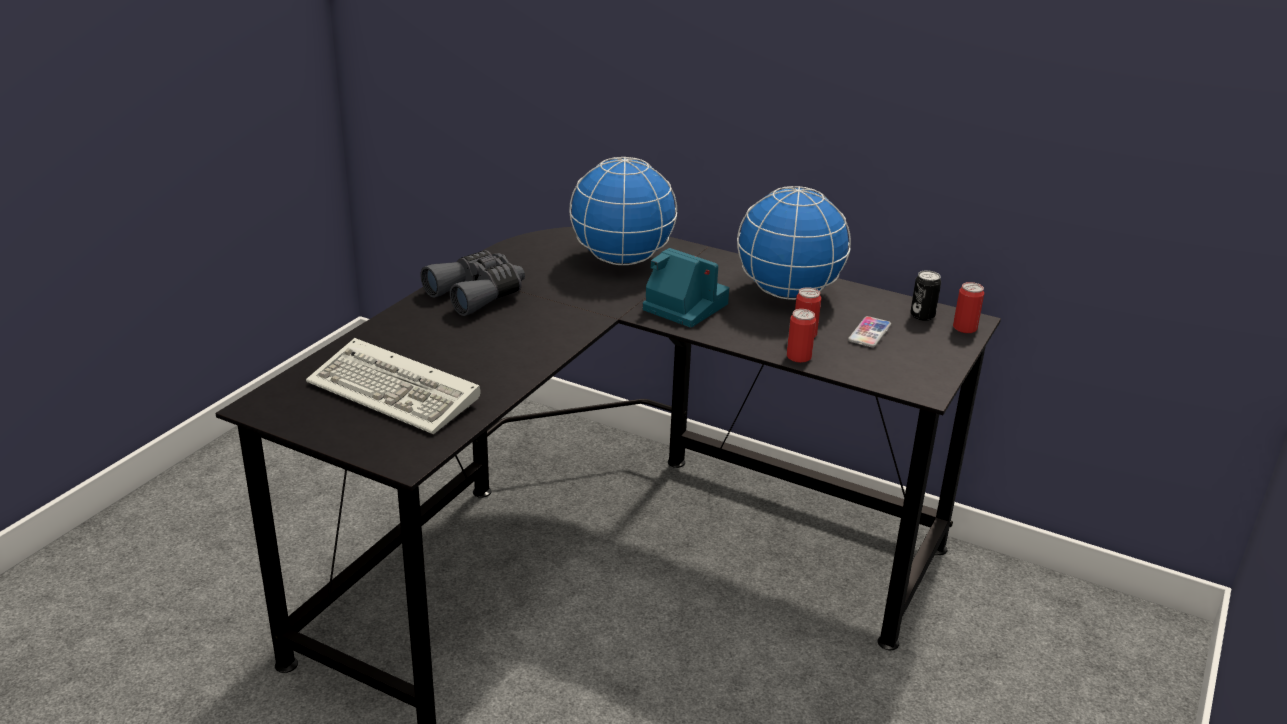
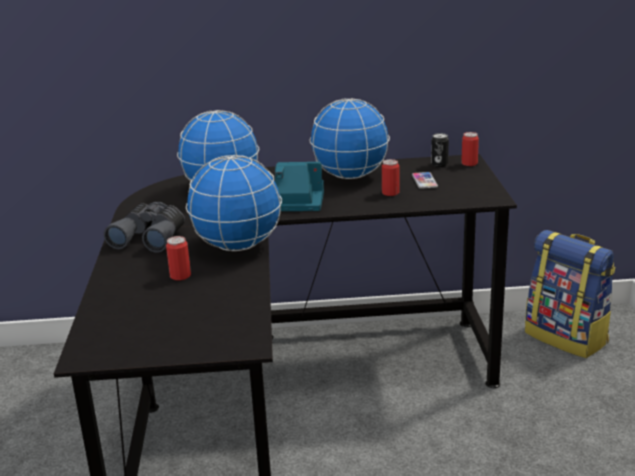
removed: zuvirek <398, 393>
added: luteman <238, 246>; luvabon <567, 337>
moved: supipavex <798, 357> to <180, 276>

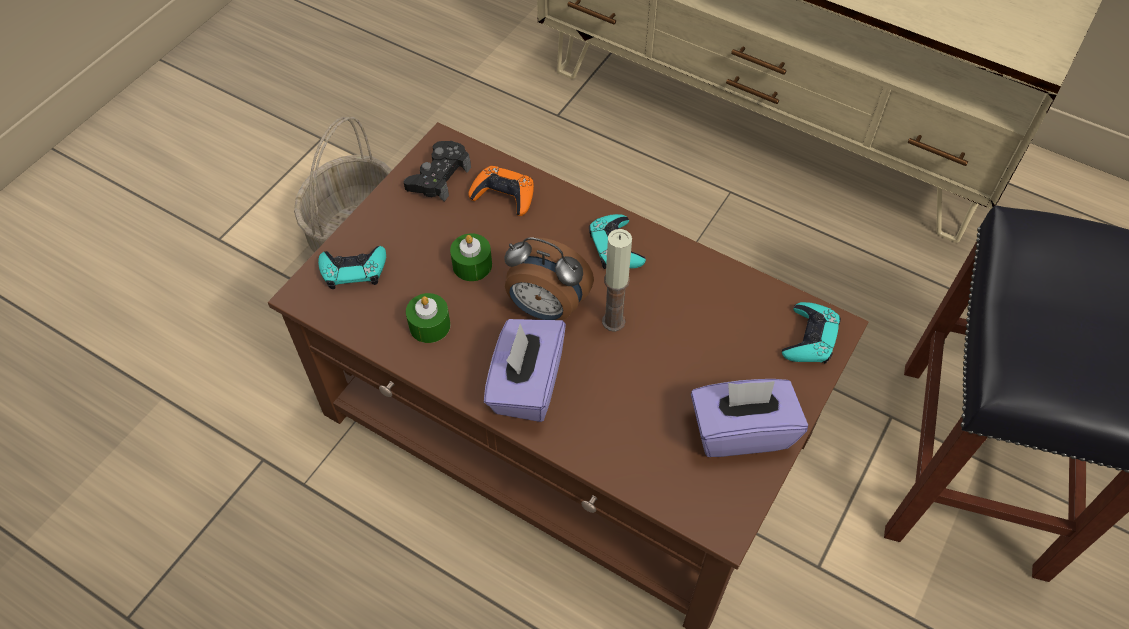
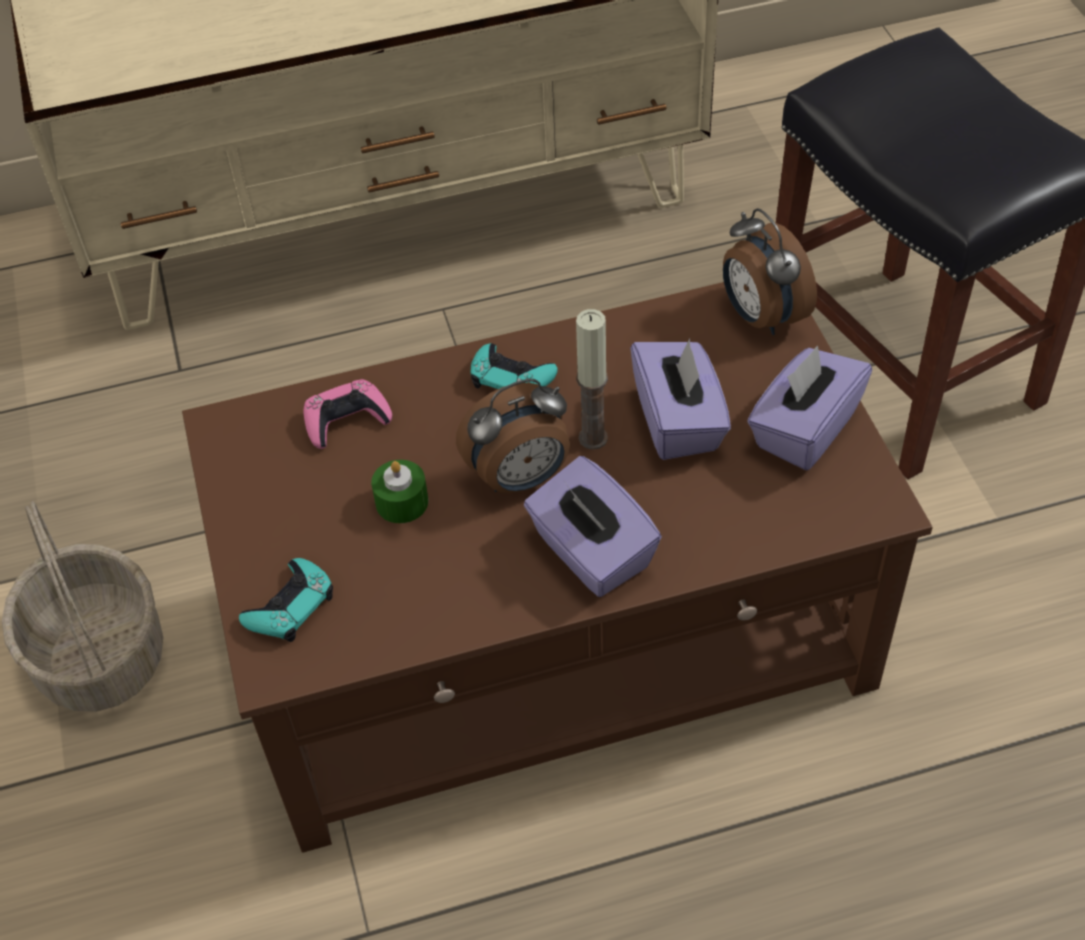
removed: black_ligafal <439, 176>; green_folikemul <429, 325>
added: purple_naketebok <678, 421>
replaced: turquoise_ligafal <809, 338> to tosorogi <761, 316>
recoloured: orange_ligafal <504, 195> to pink_ligafal <346, 420>

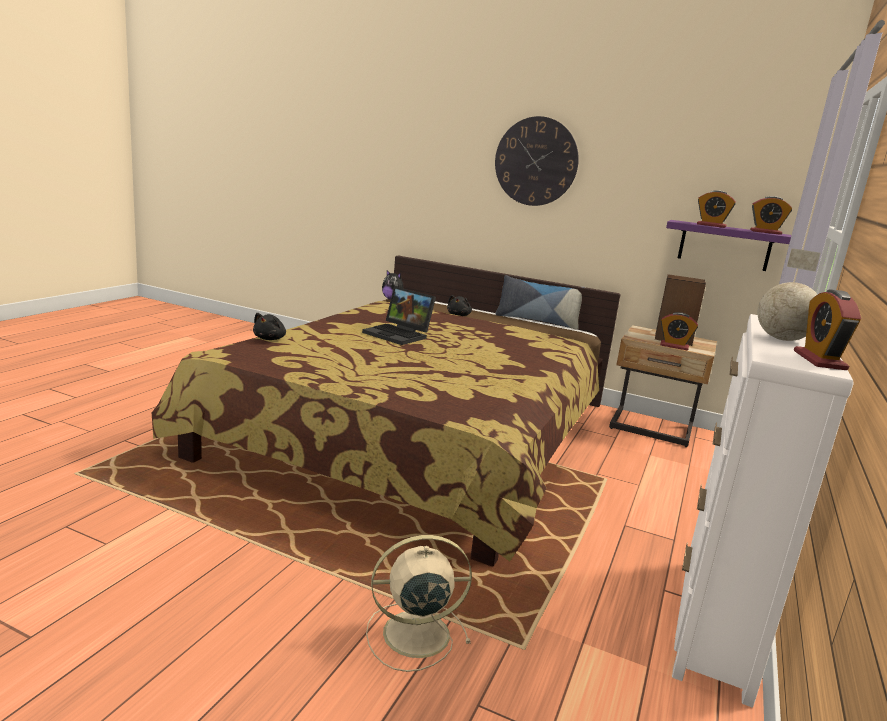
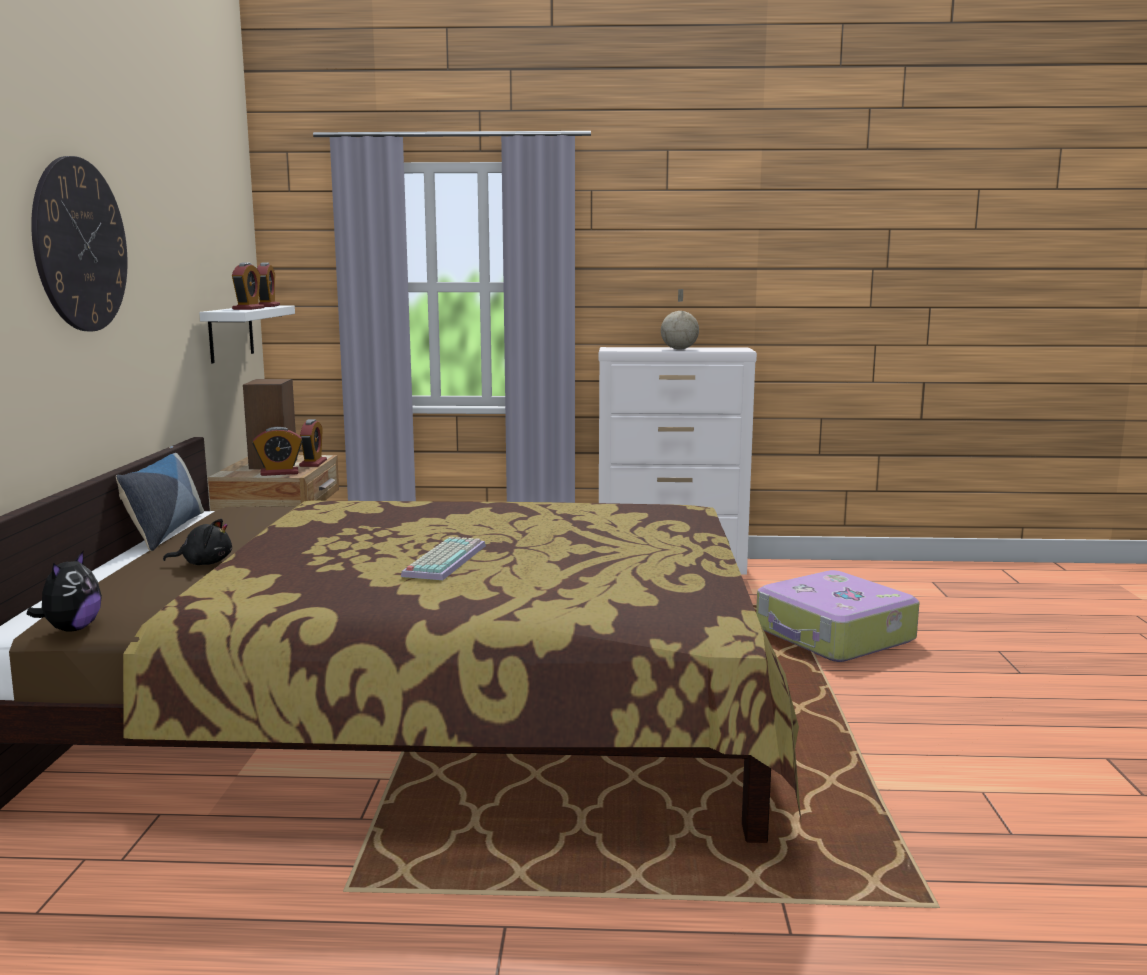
removed: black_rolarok <270, 339>
moved: tosorogi <819, 360> to <279, 473>
replaced: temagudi <399, 335> to zuvirek <443, 560>; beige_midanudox <413, 634> to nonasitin <834, 635>
recoloured: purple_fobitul <724, 245> to white_fobitul <231, 333>

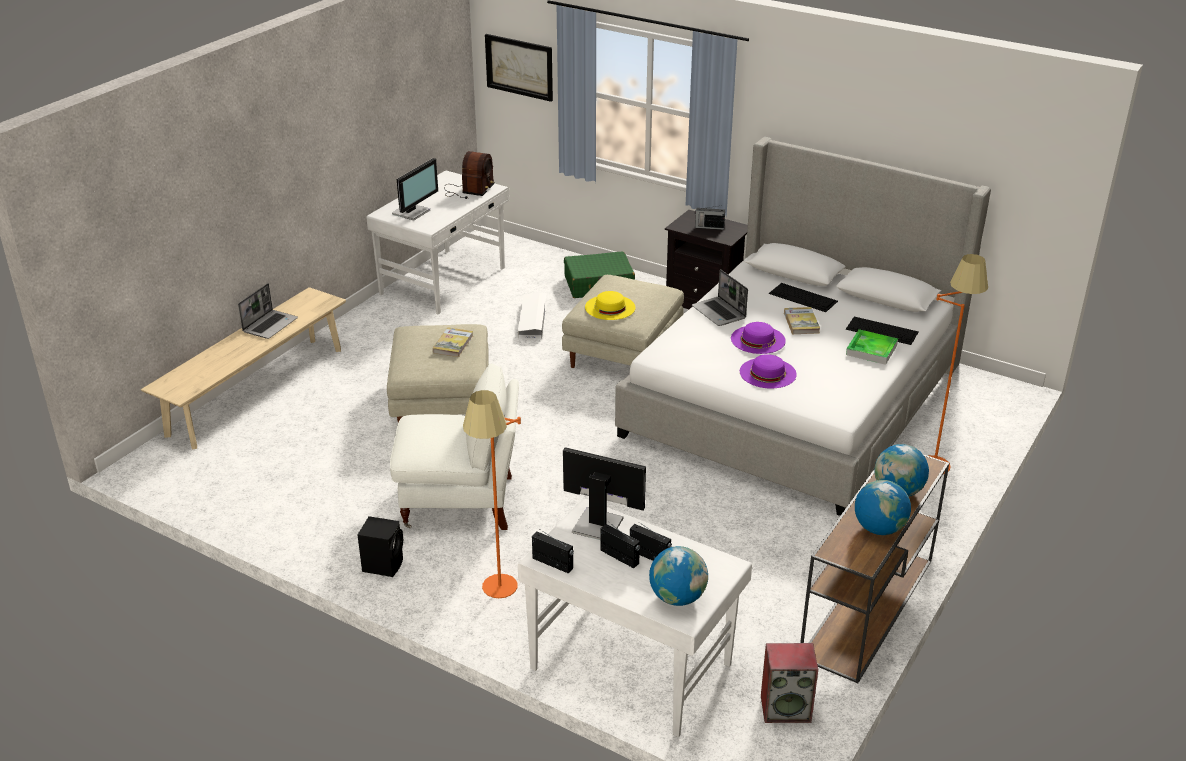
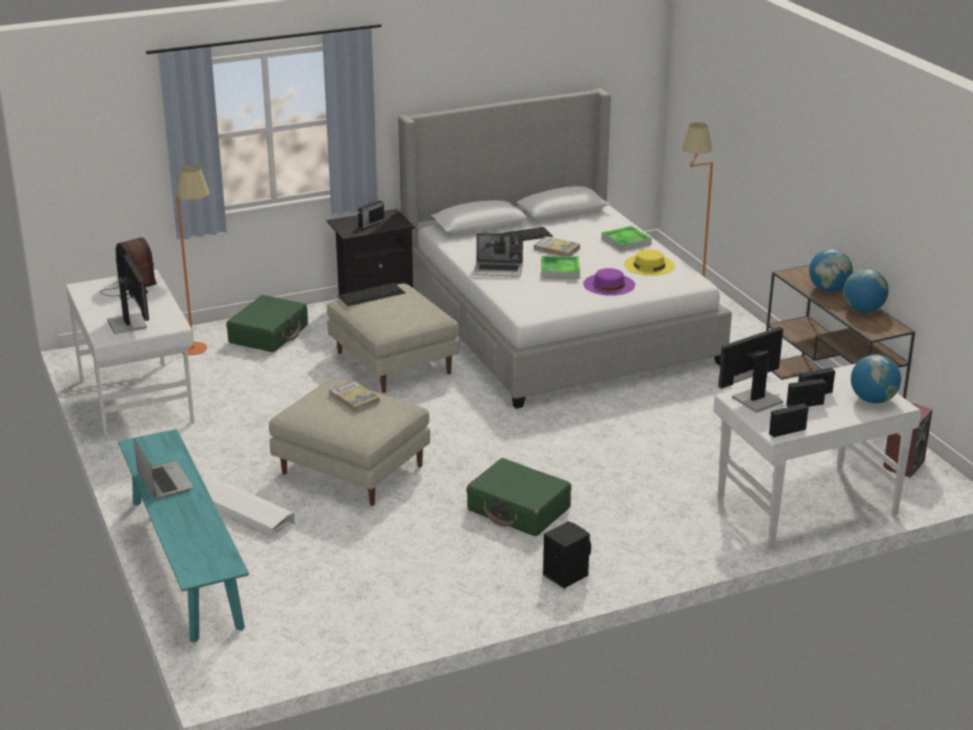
removed: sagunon <519, 67>
moved: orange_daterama <498, 597> to <202, 352>; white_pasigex <532, 320> to <249, 515>; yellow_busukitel <610, 307> to <649, 265>; zuvirek <882, 330> to <371, 294>
replaced: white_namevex <460, 502> to green_nonasitin <519, 509>; purple_busukitel <758, 339> to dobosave <560, 270>
recoloured: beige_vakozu <257, 391> to turquoise_vakozu <185, 562>

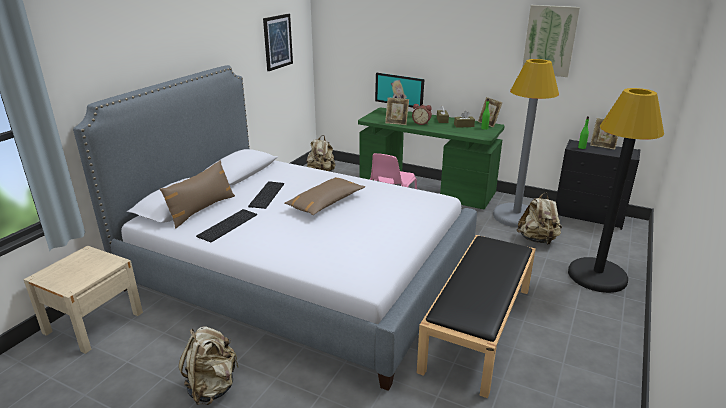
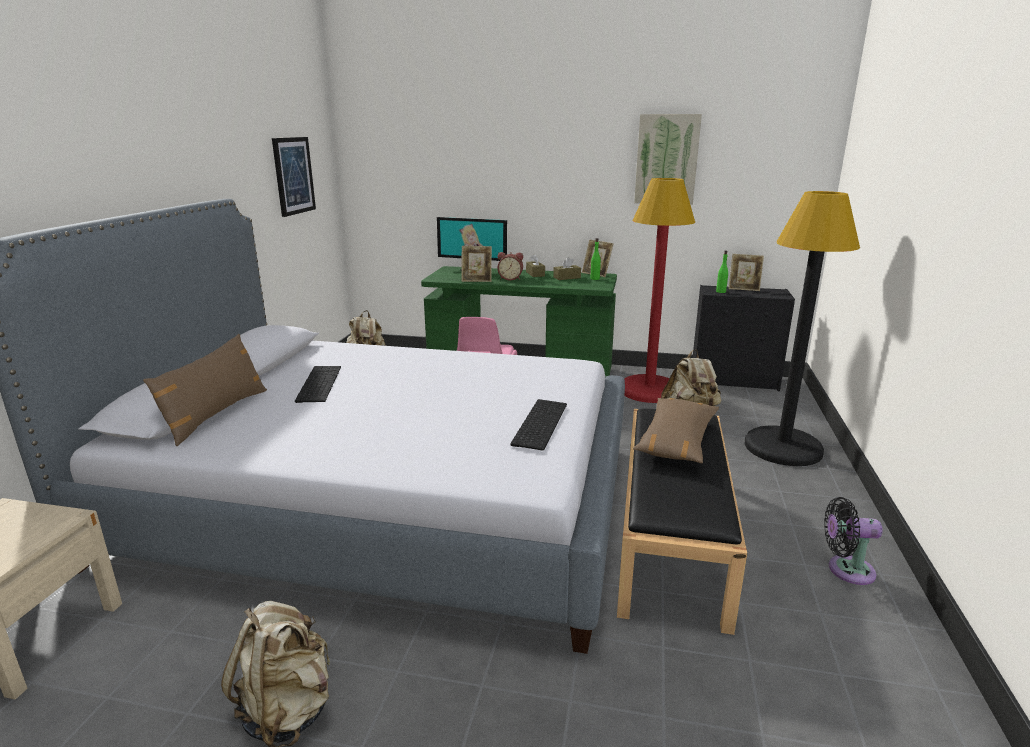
added: black_midanudox <846, 570>
moved: zuvirek <227, 225> to <538, 423>; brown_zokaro <325, 203> to <676, 440>
recoloured: grey_daterama <516, 216> to red_daterama <649, 390>

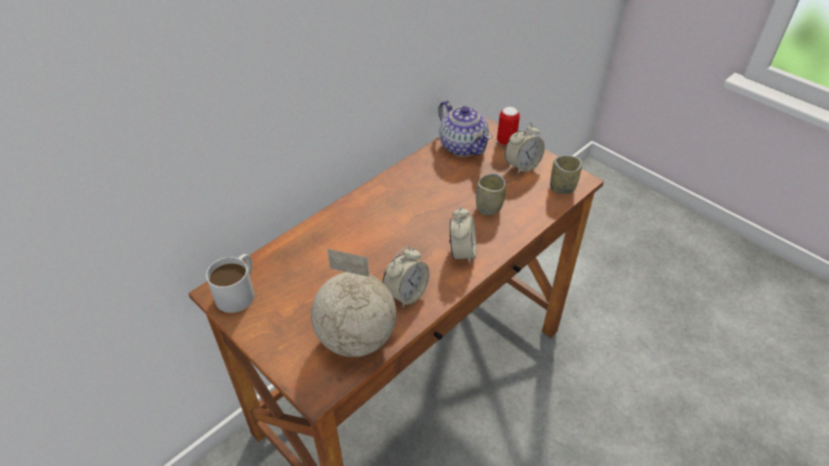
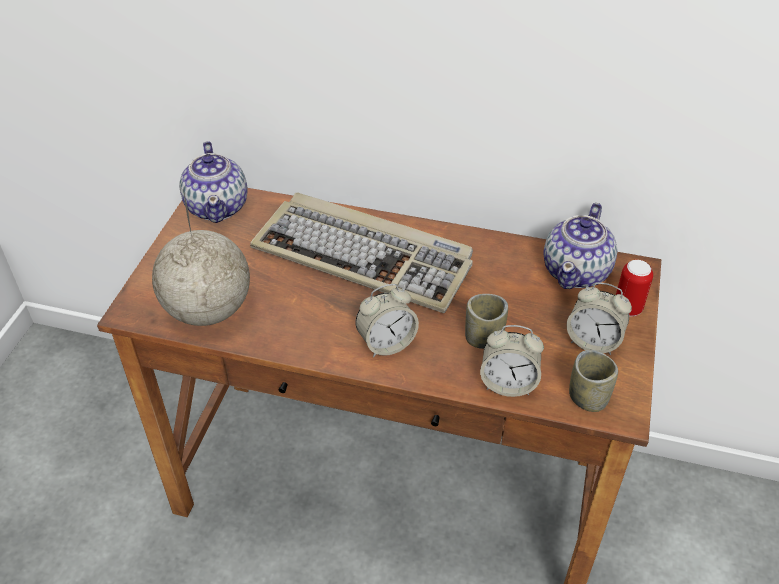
added: zuvirek <365, 256>
moved: tosorogi <406, 294> to <508, 383>
replaced: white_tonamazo <239, 291> to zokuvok <218, 206>

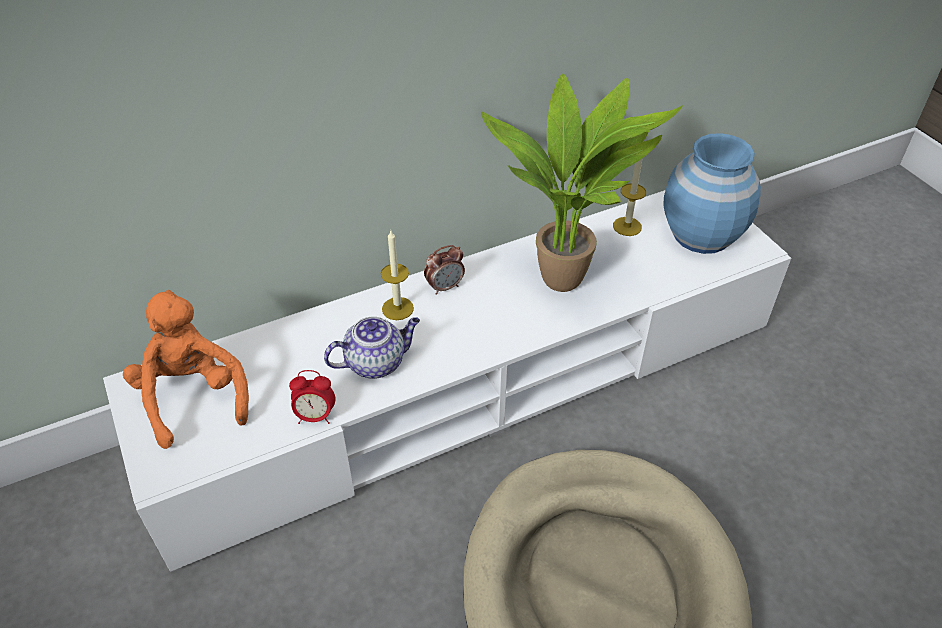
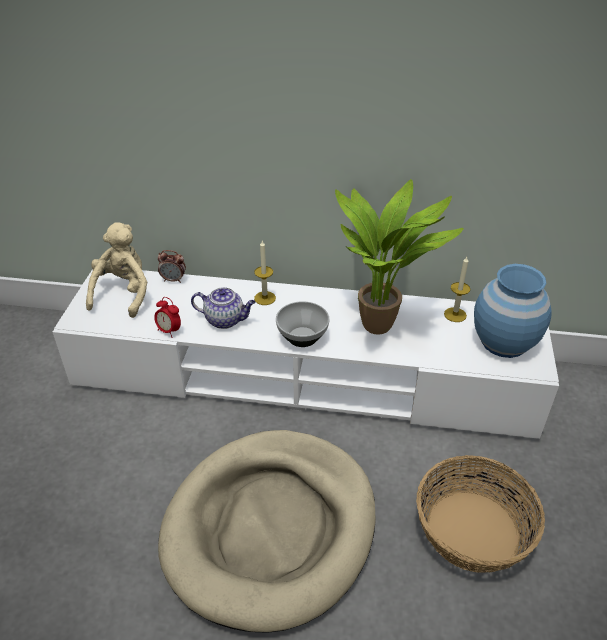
added: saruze <302, 338>; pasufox <471, 531>
moved: tosorogi <445, 287> to <173, 280>
recoloured: orange_rolarok <193, 397> to beige_rolarok <123, 293>

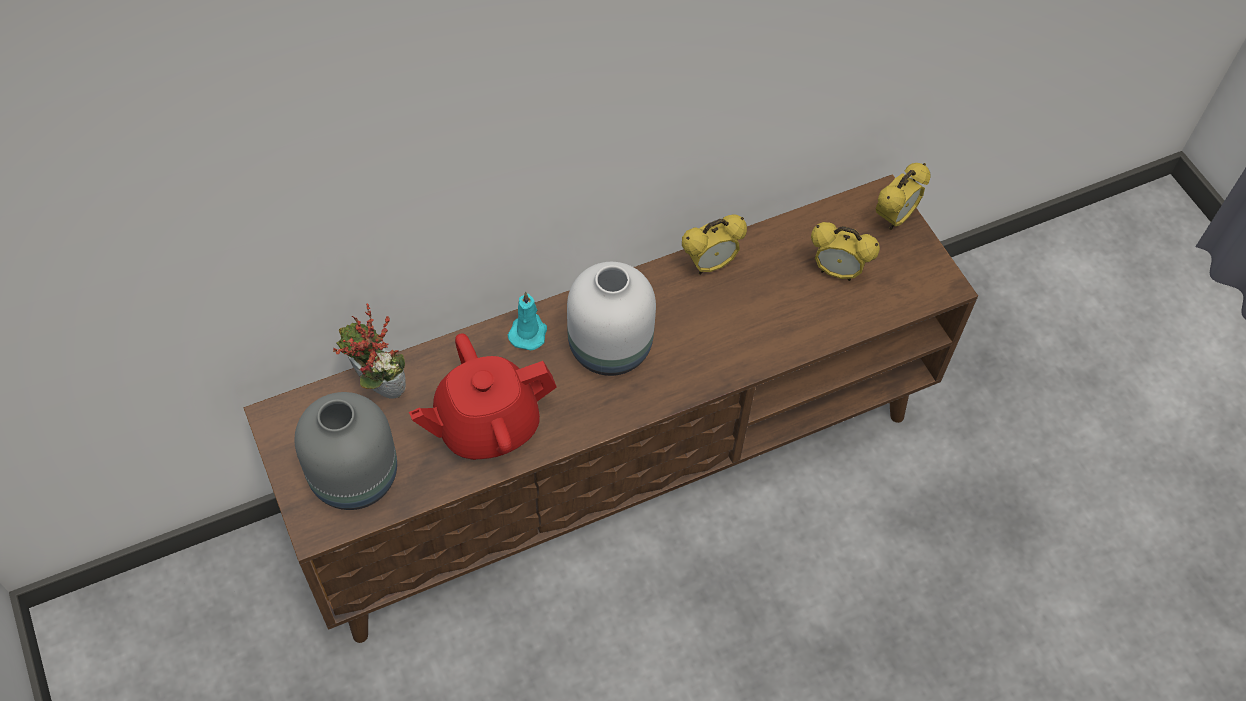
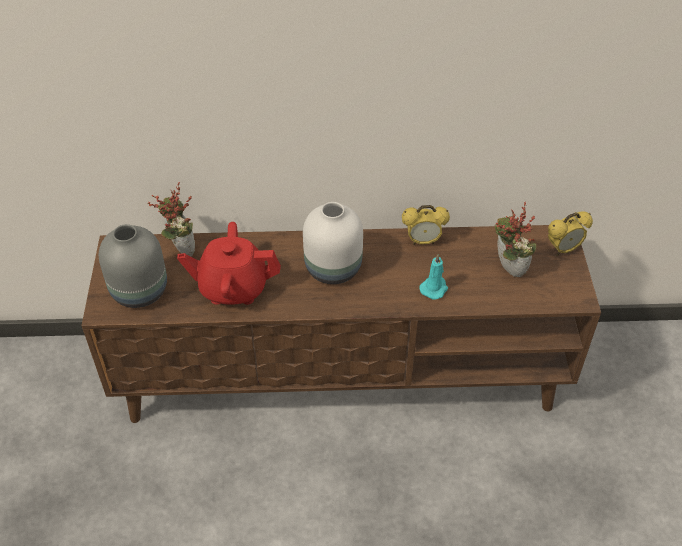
moved: turquoise_folikemul <528, 332> to <434, 288>
replaced: tosorogi <837, 272> to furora <506, 269>

